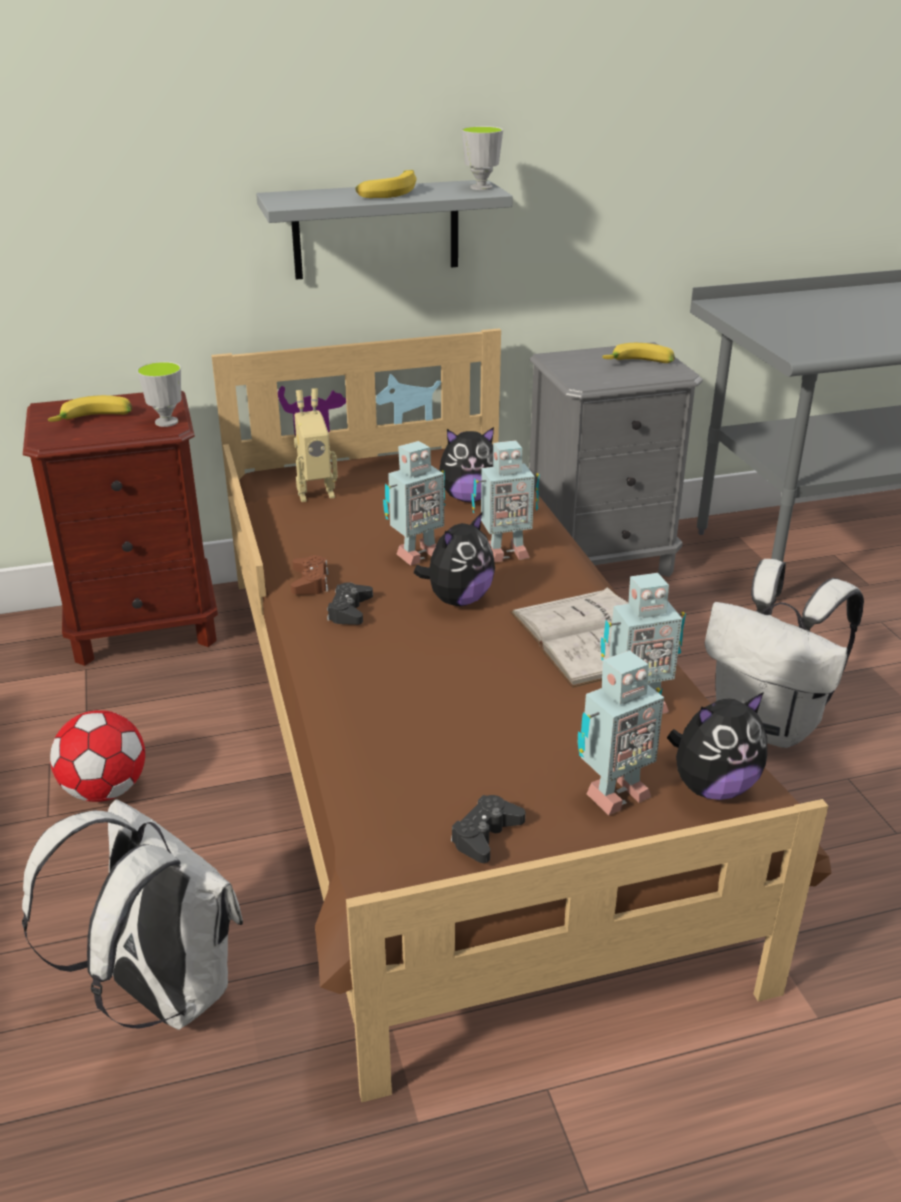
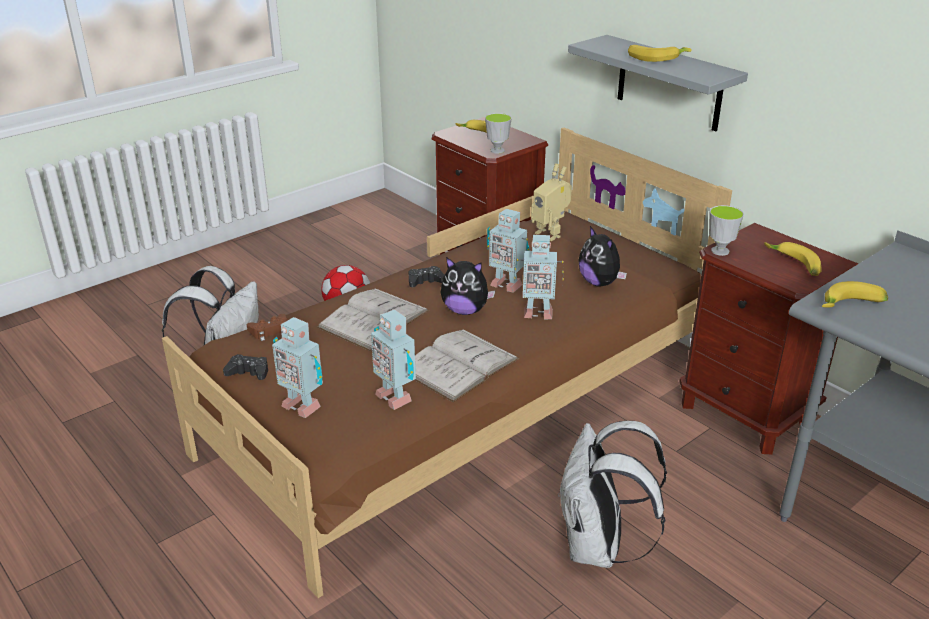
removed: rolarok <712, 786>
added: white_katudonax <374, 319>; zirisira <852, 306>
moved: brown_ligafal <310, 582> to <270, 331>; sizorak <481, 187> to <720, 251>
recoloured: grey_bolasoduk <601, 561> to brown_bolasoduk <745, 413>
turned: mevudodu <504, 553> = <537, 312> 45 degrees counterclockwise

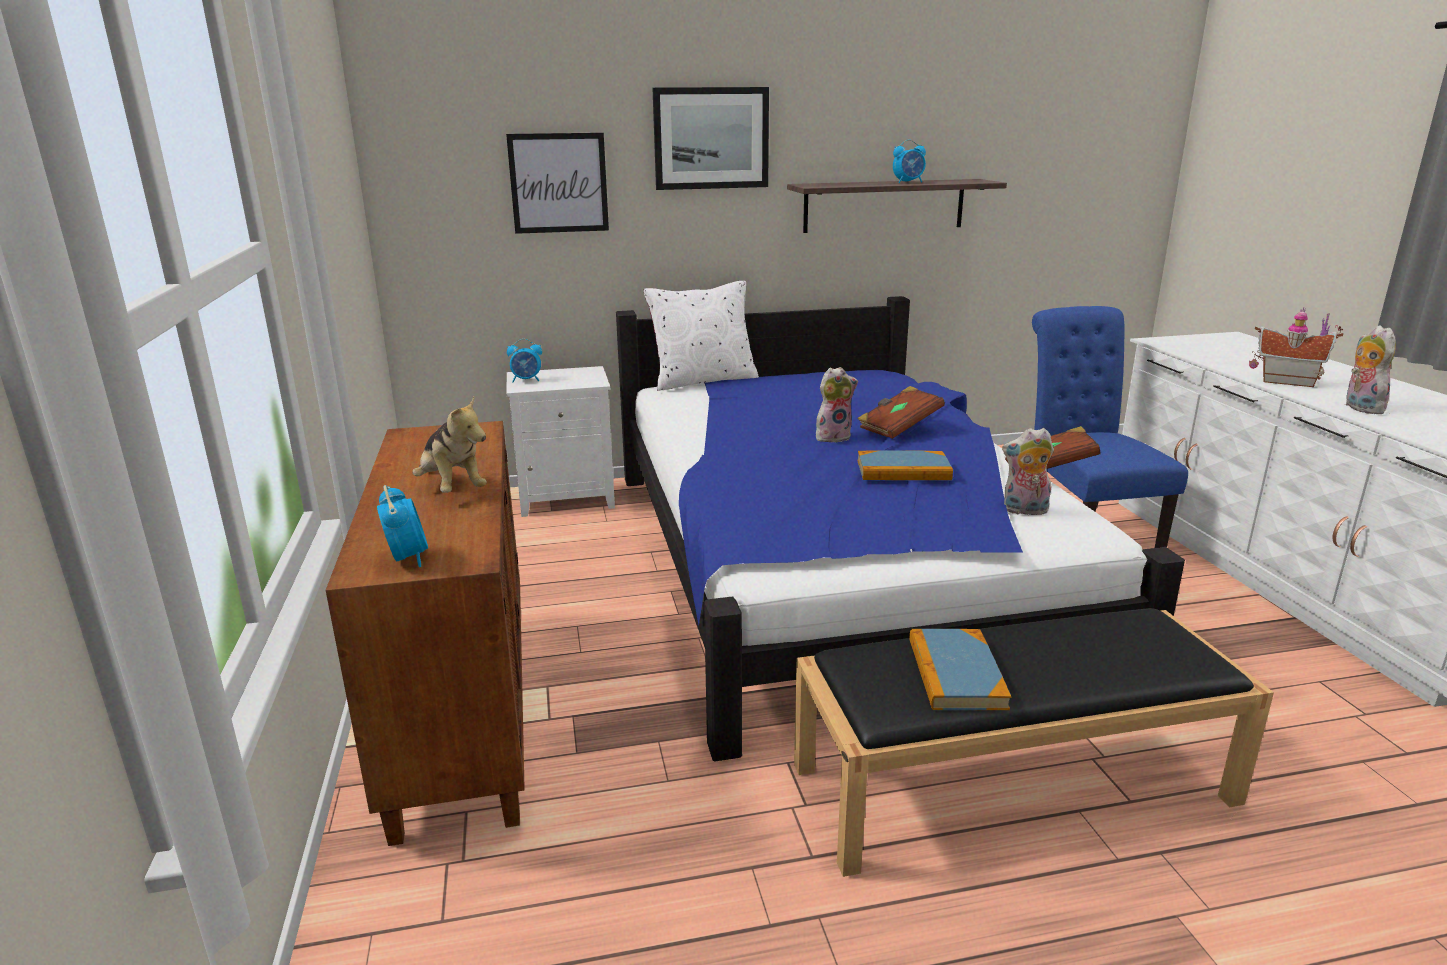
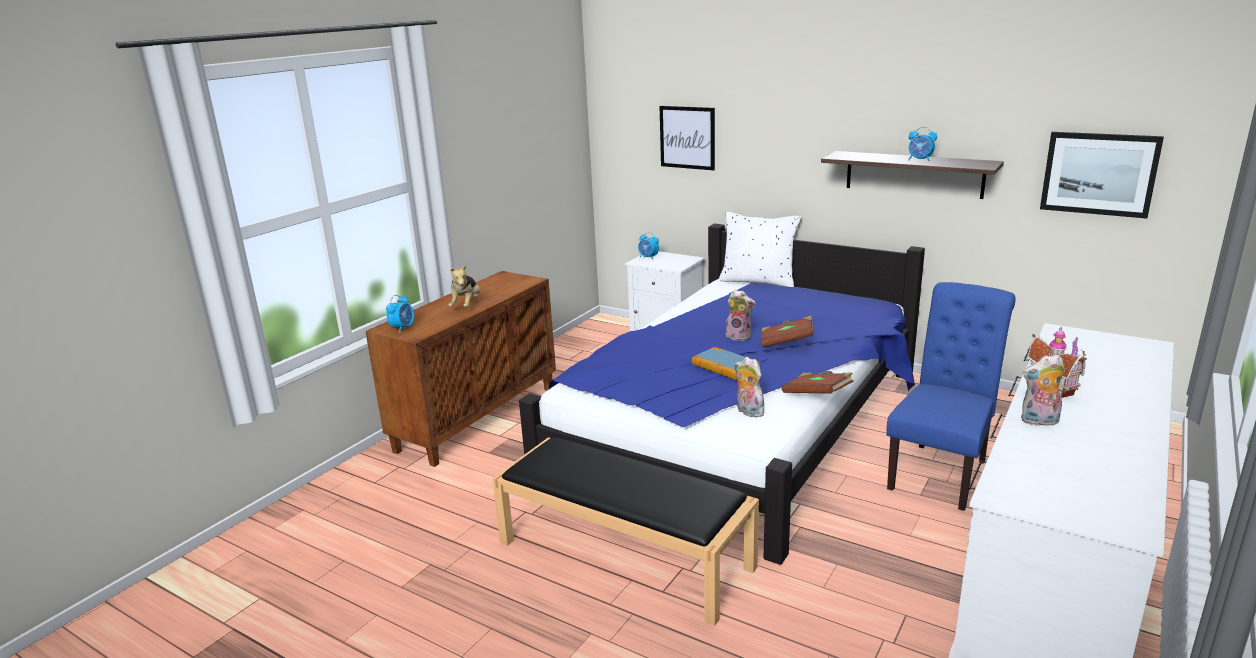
removed: katudonax <955, 674>
moved: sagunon <711, 138> to <1099, 173>
turned: rolarok <1359, 408> = <1039, 421> 135 degrees counterclockwise

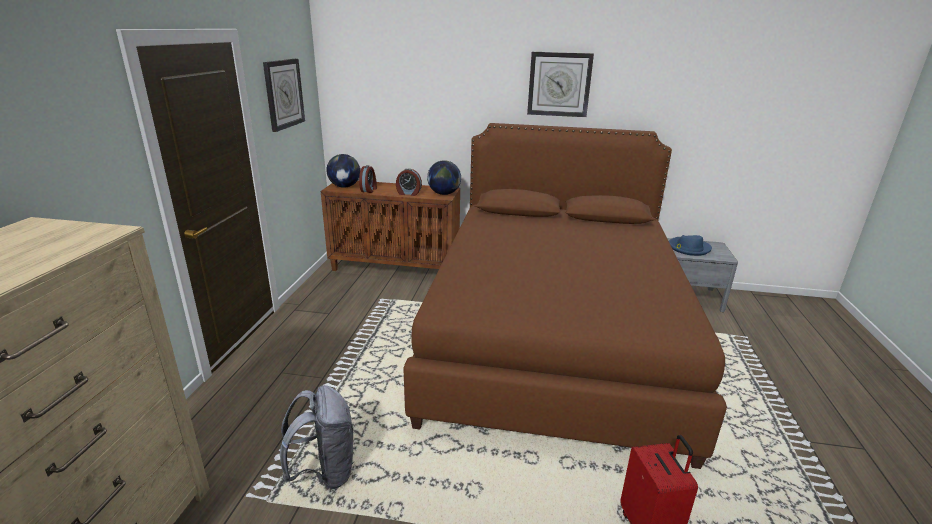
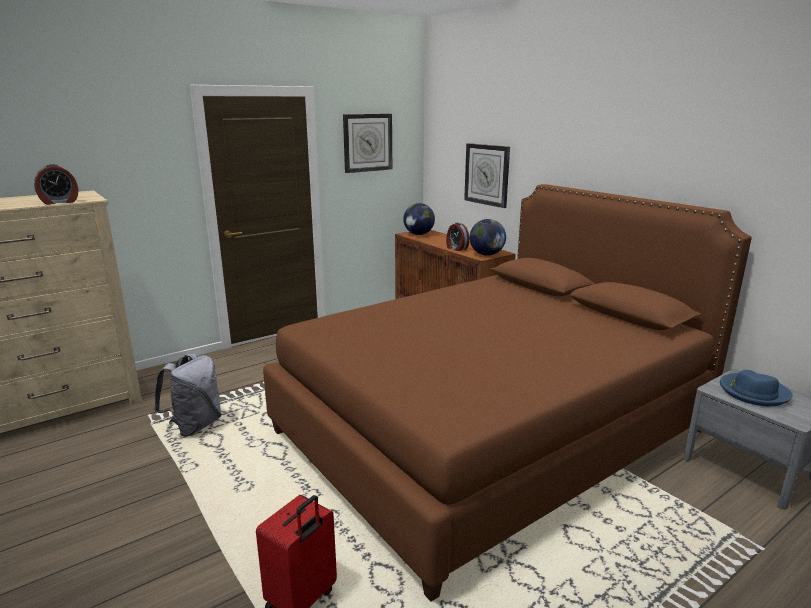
moved: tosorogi <369, 190> to <59, 202>; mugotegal <559, 84> to <487, 174>

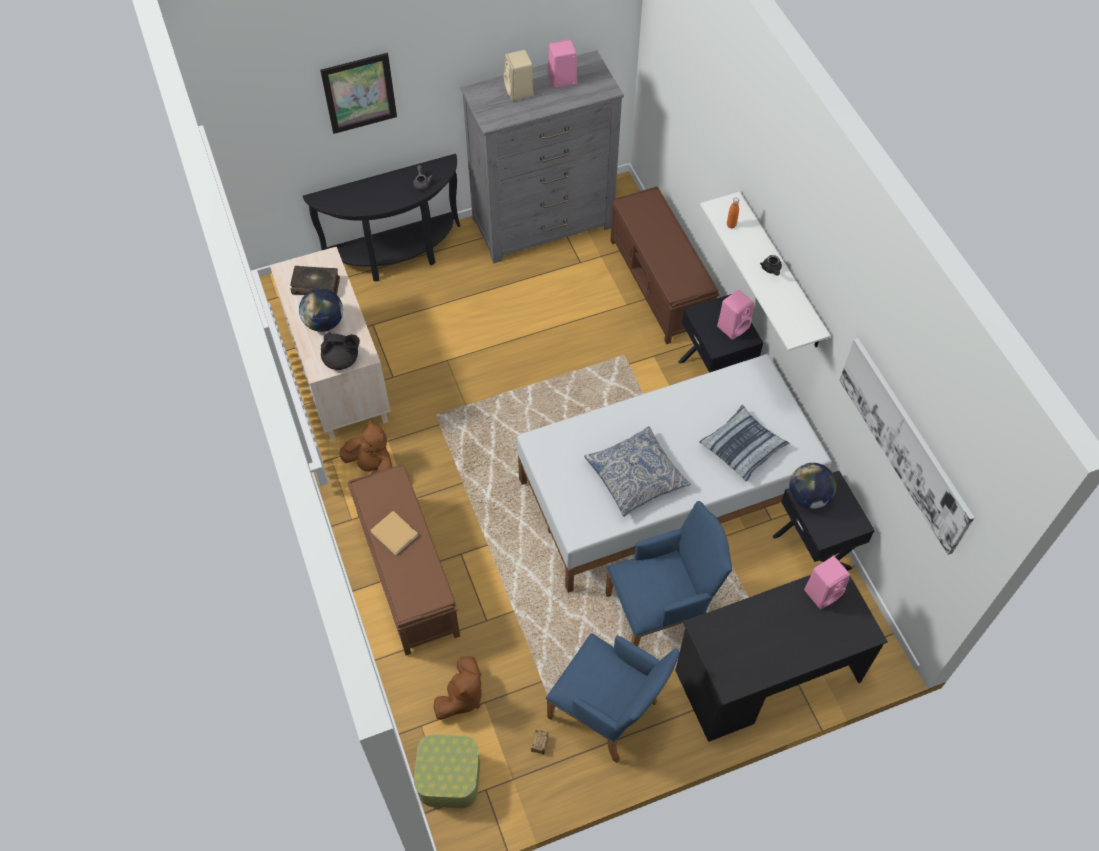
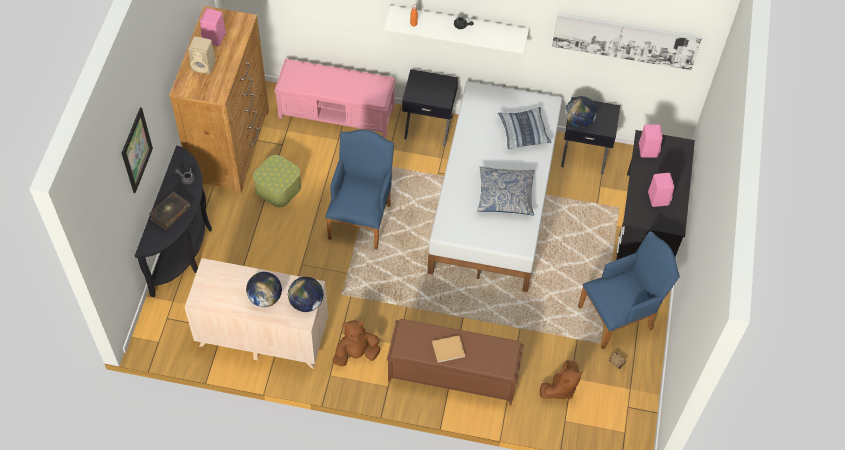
moved: katudonax <316, 285> to <170, 213>; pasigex <449, 777> to <278, 188>; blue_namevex <661, 611> to <361, 217>; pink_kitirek <733, 326> to <657, 198>
replaced: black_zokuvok <342, 360> to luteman <306, 302>
recoloured: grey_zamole <543, 223> to brown_zamole <231, 146>; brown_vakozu <659, 285> to pink_vakozu <337, 113>
turned: brown_rolarok <461, 697> = <560, 388> 75 degrees clockwise

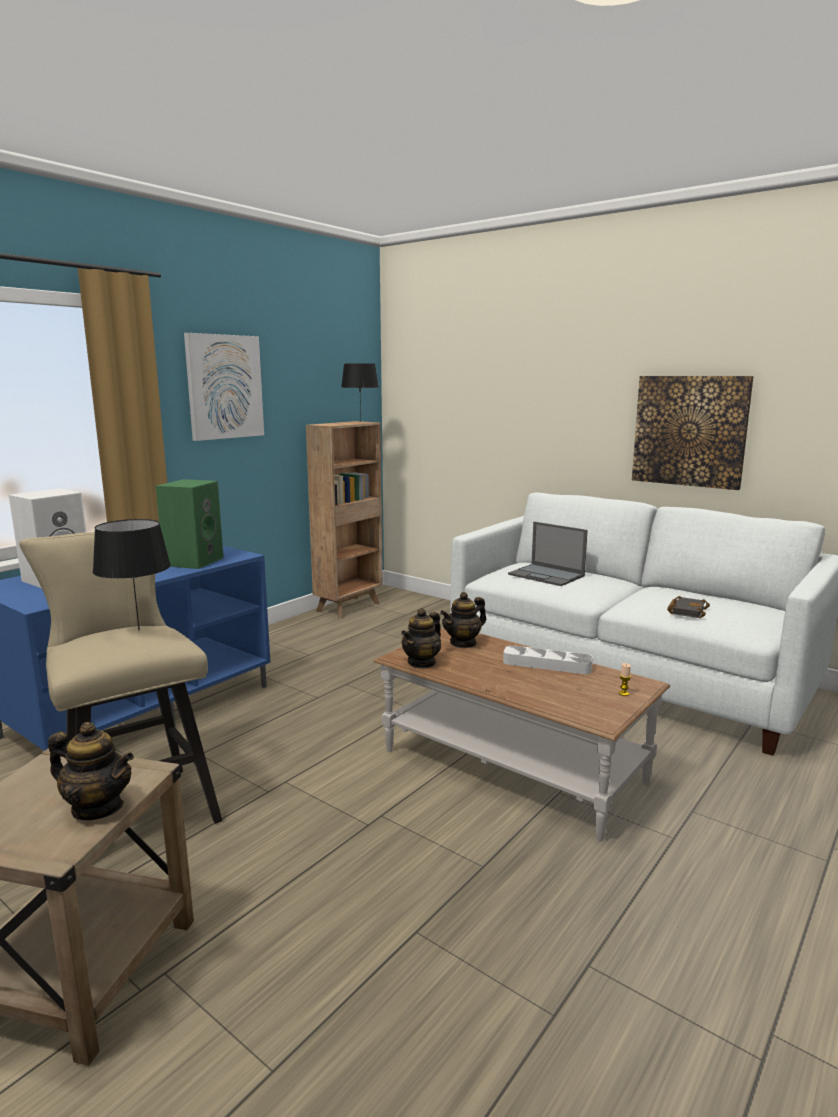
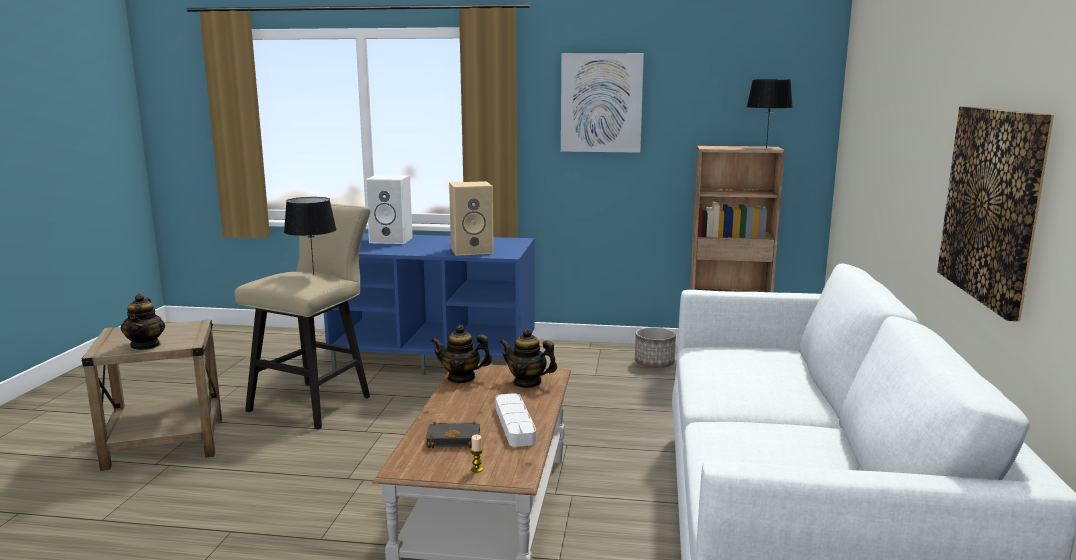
removed: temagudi <547, 575>
added: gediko <654, 364>
moved: black_katudonax <686, 610> to <455, 439>
recoloured: green_kitirek <193, 561> to beige_kitirek <472, 250>

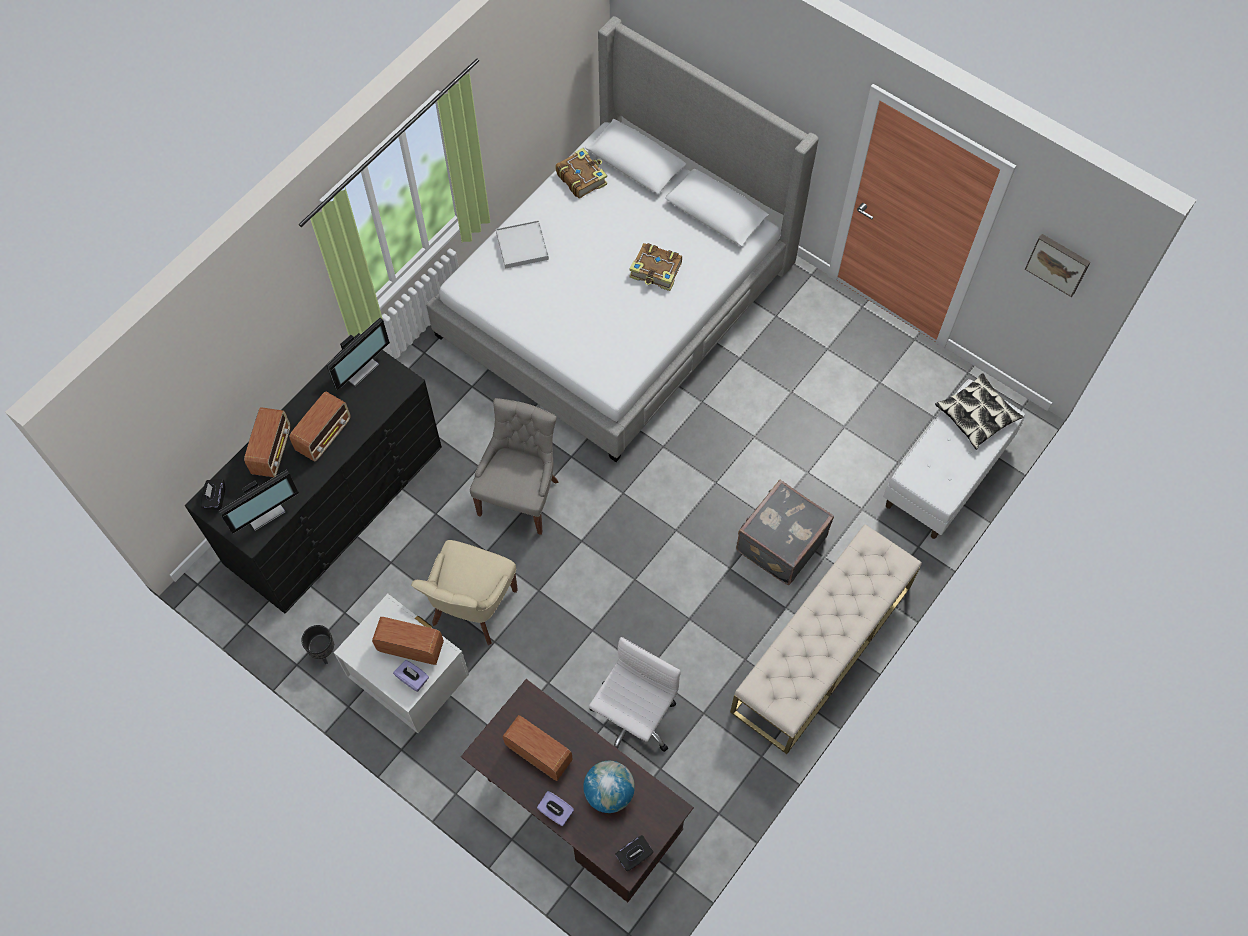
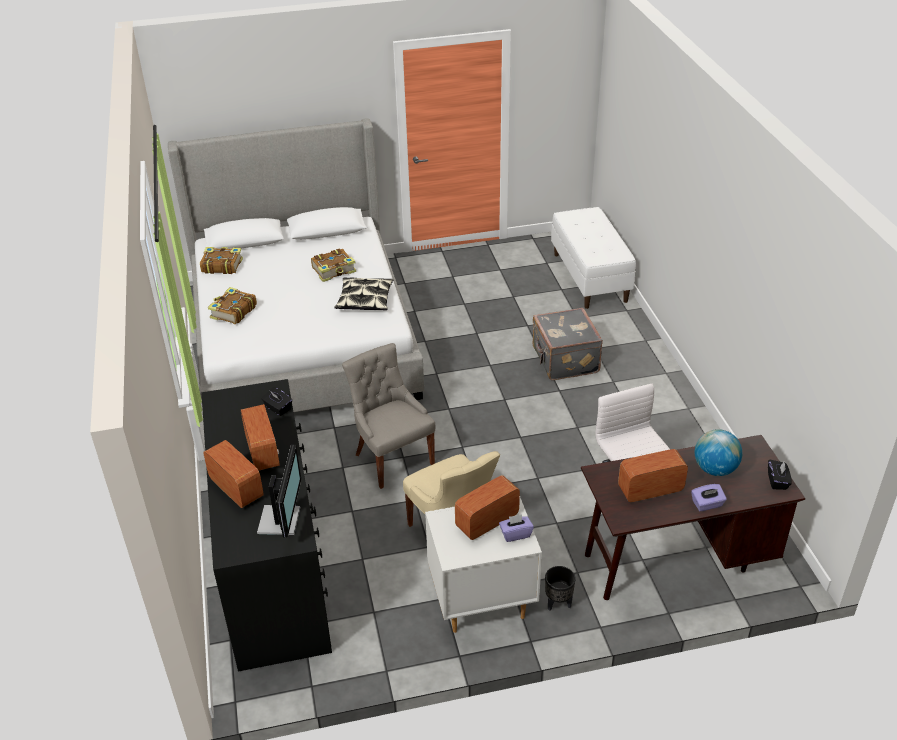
removed: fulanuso <357, 367>; beige_vakozu <821, 649>; sagunon <1058, 263>
moved: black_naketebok <215, 499> to <278, 408>; black_gediko <323, 651> to <558, 603>; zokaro <977, 415> to <365, 300>
replaced: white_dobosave <522, 246> to katudonax <233, 312>

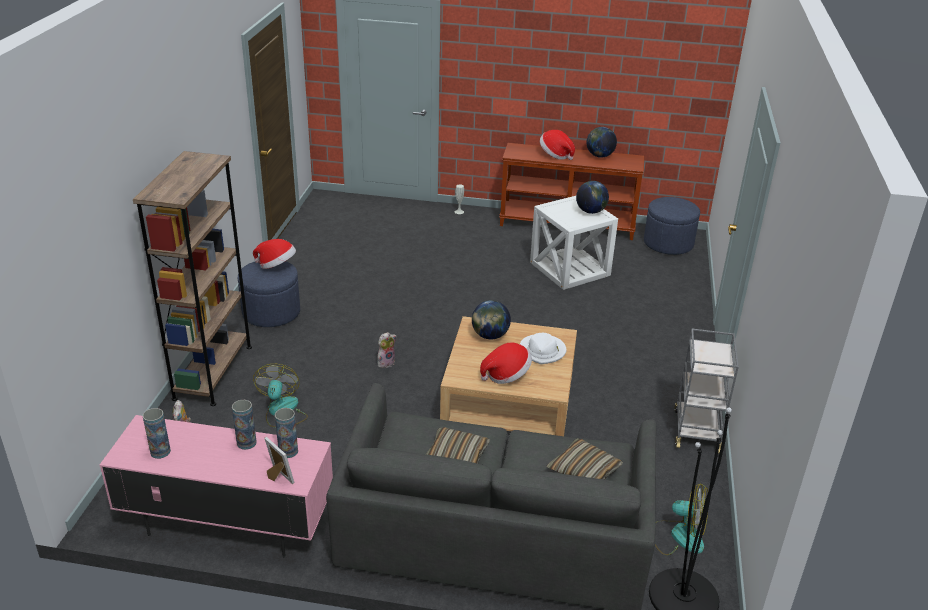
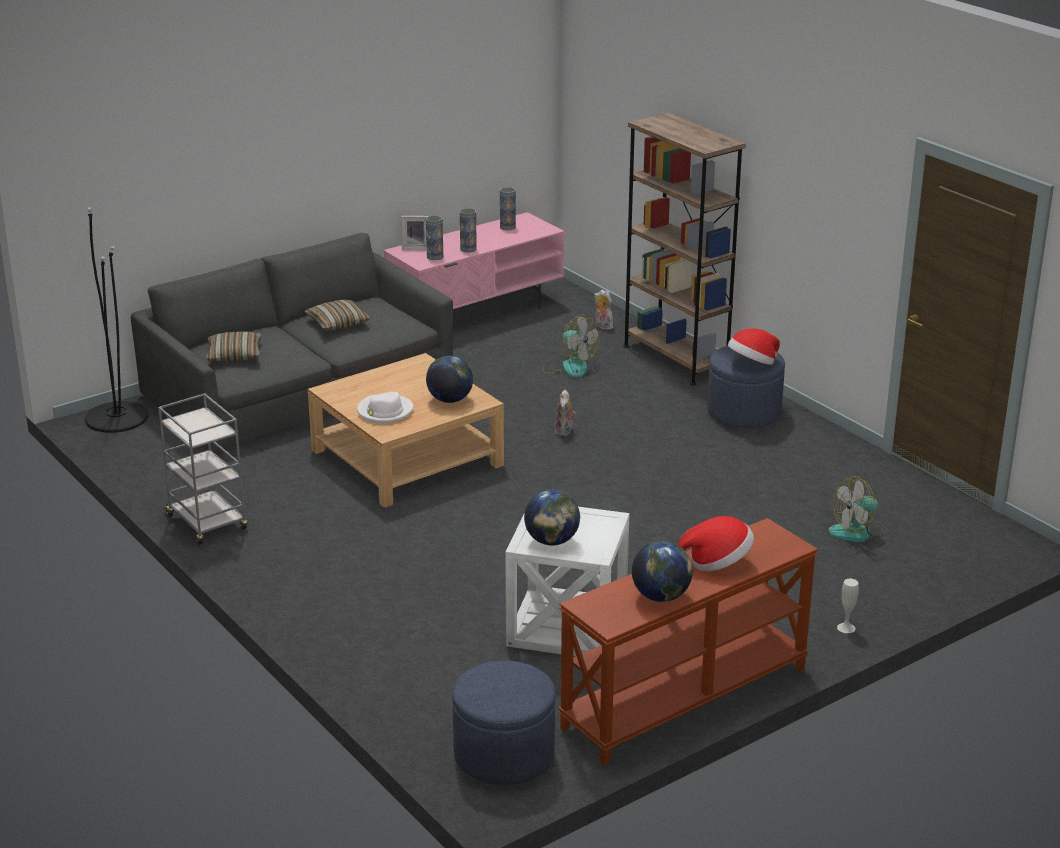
removed: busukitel <506, 375>
moved: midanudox <678, 536> to <858, 532>

